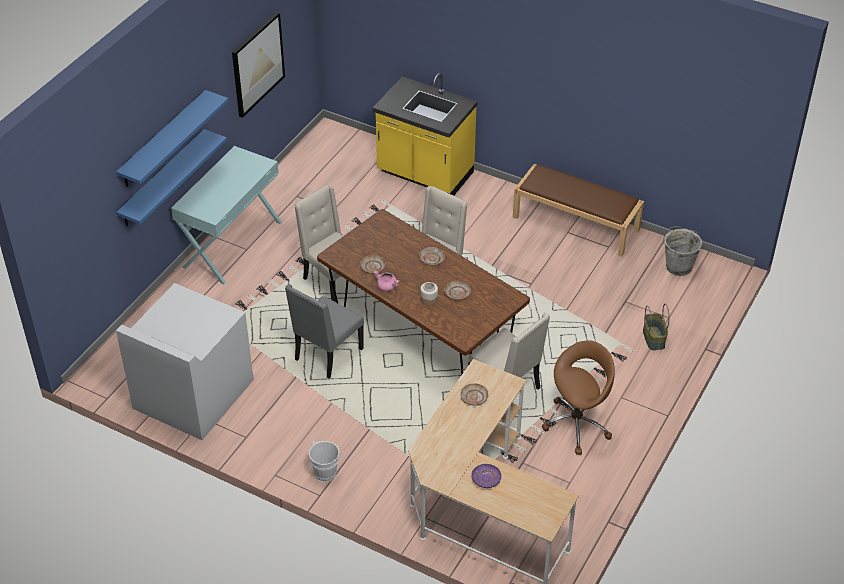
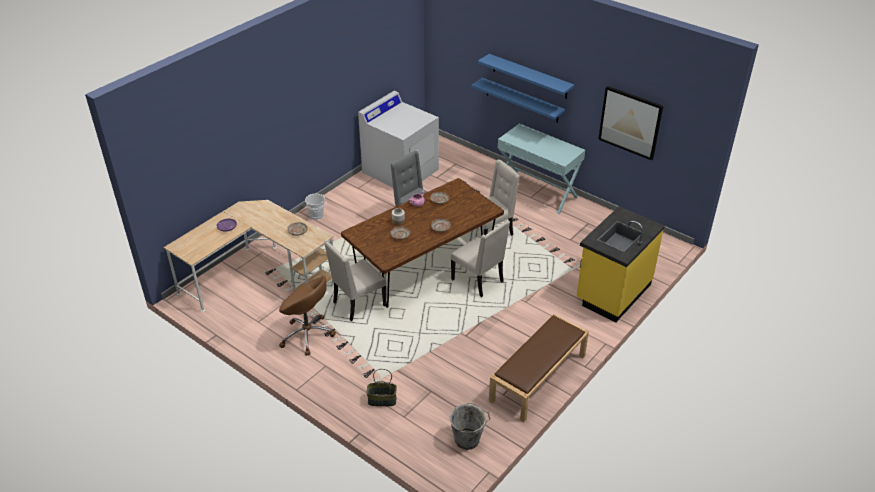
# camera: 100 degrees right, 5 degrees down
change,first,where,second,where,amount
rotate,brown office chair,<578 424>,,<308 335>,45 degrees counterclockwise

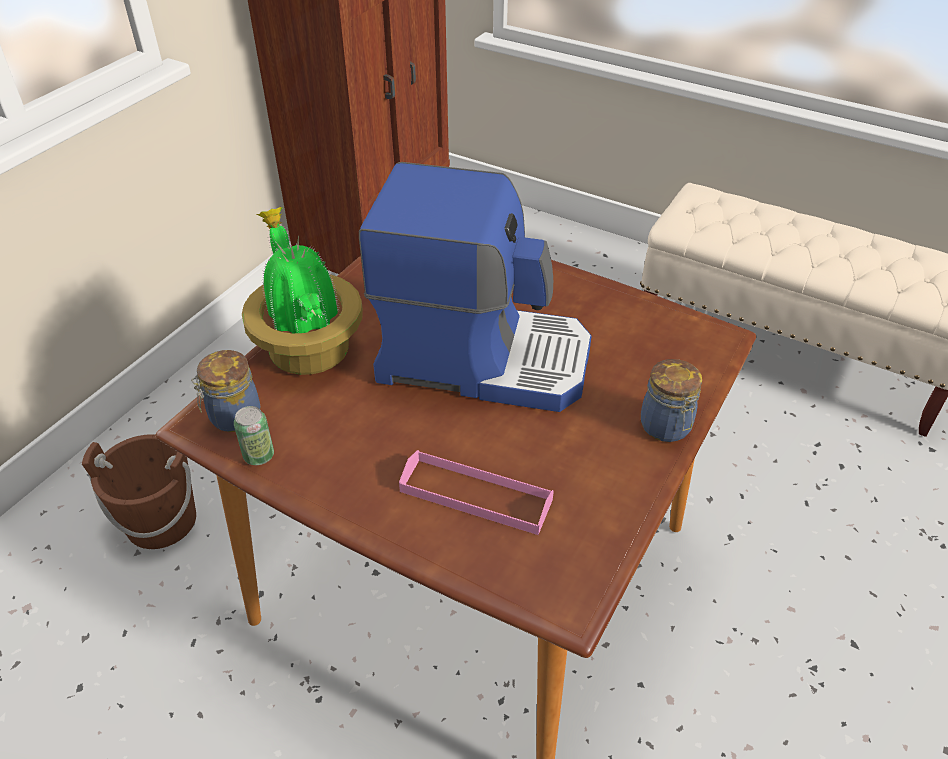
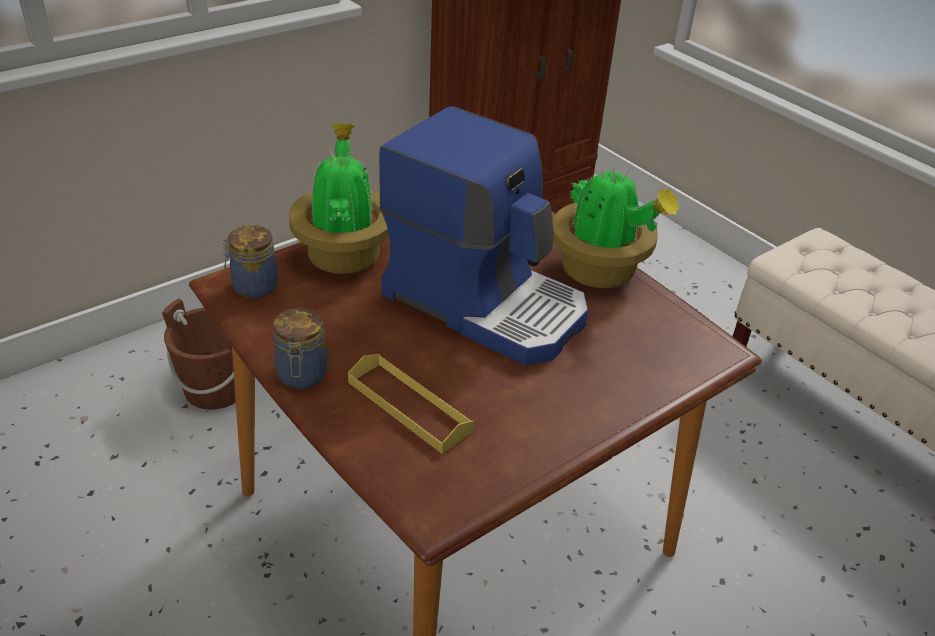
# camera: 20 degrees right, 5 degrees down
change,first,where,second,where,amount
delete,can,<259 456>,,,
insert,,,potted plant,<600 272>,
move,jar,<666 427>,,<302 376>,
recolor,pink tray,<475 495>,yellow tray,<409 406>,

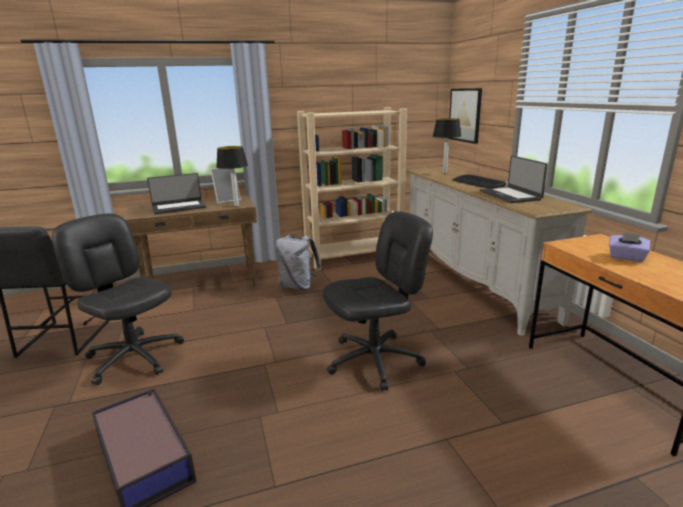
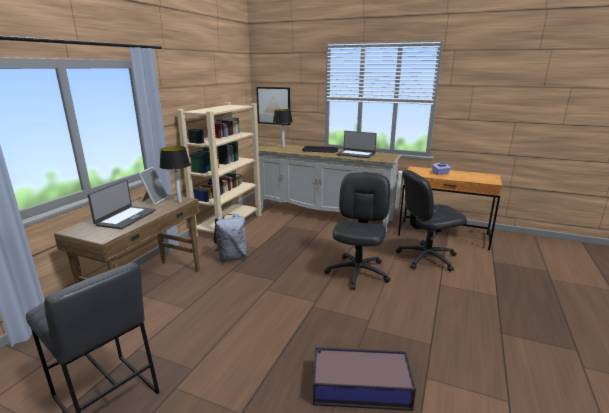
# camera: 50 degrees left, 0 degrees up
change,first,where,second,where,amount
move,black office chair,<134 356>,,<426 258>,

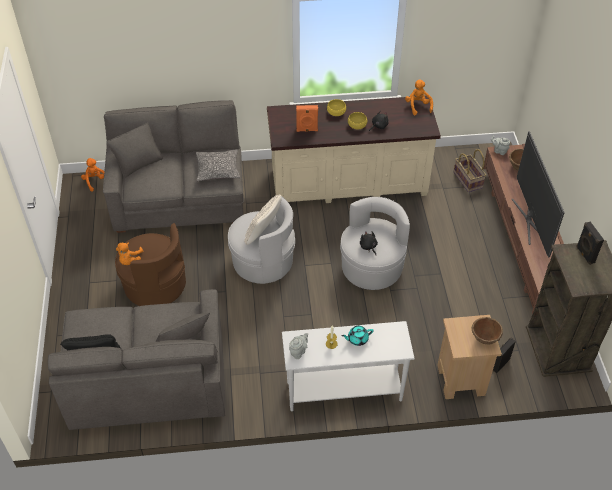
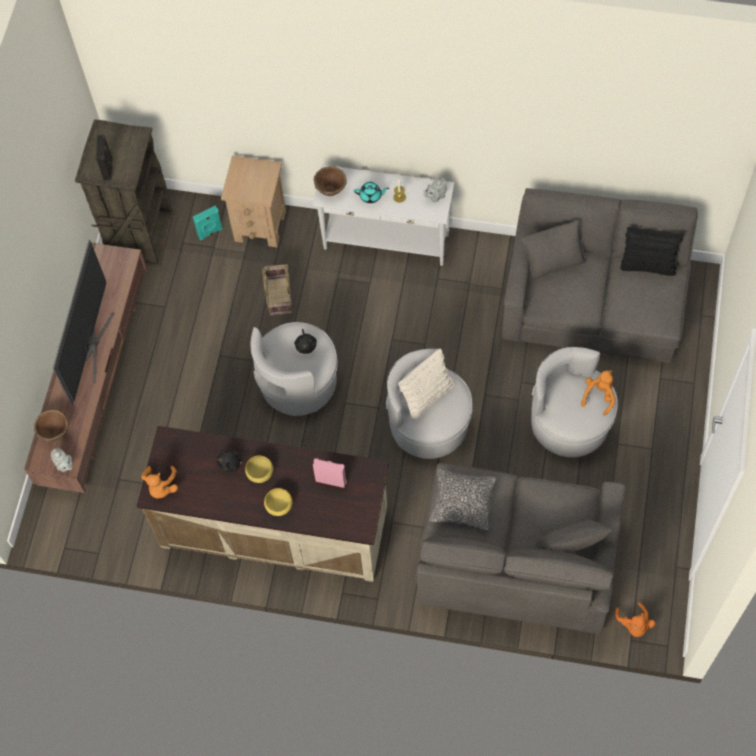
# camera: 160 degrees left, 15 degrees up
change,first,where,second,where,amount
move,basket,<468 180>,,<278 296>,
move,brown bowl,<484 339>,,<331 189>,
recolor,brown armchair,<155 285>,white armchair,<570 423>,
recolor,orange speaker,<307 130>,pink speaker,<331 480>,
recolor,black speaker,<500 364>,turquoise speaker,<210 232>,

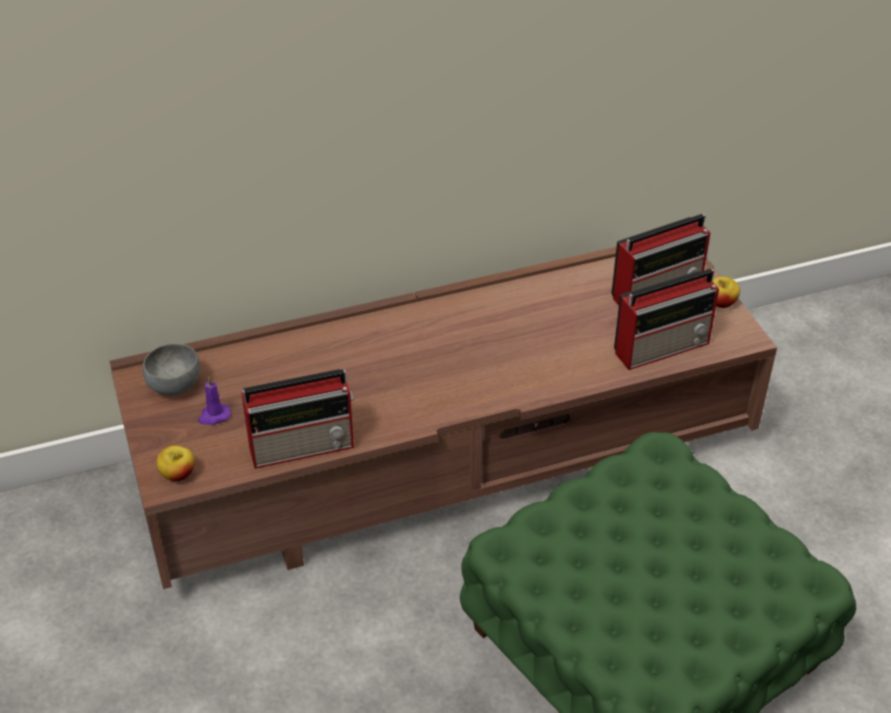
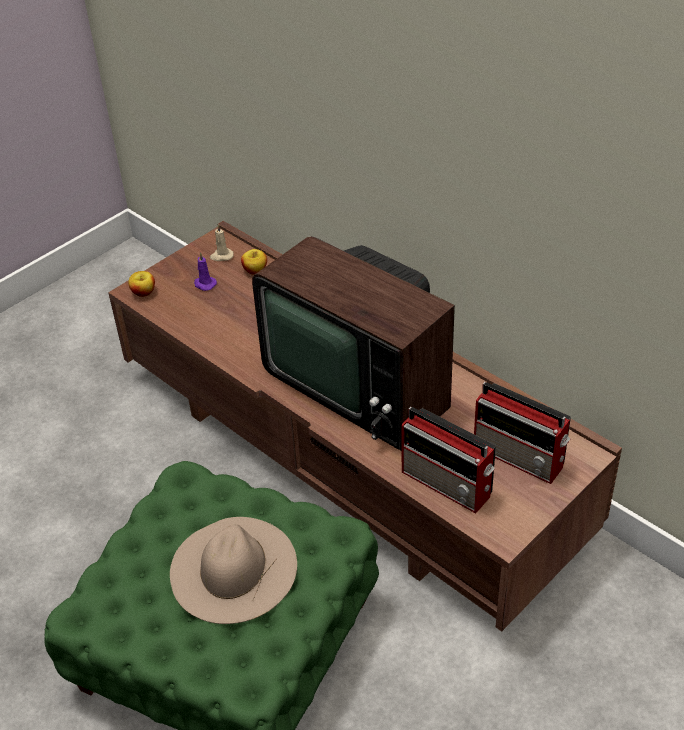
# camera: 65 degrees right, 0 degrees up
change,first,where,second,where,amount
delete,radio,<304 446>,,,
insert,,,beige hat,<233 568>,
insert,,,television,<360 380>,
move,apple,<721 302>,,<255 270>,
replace,grey bowl,<174 385>,beige candle,<221 256>,

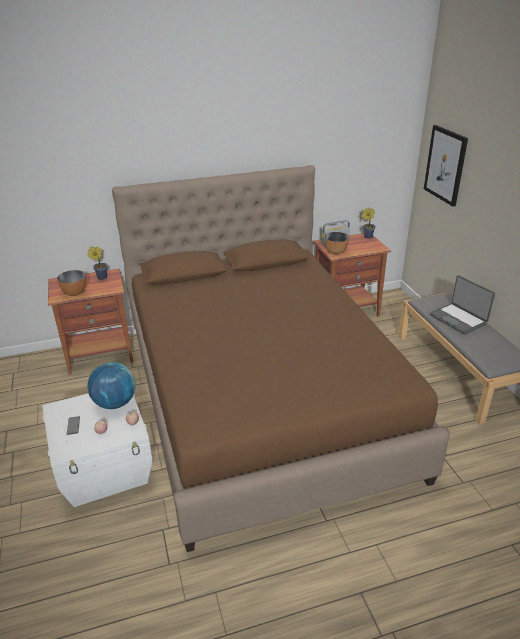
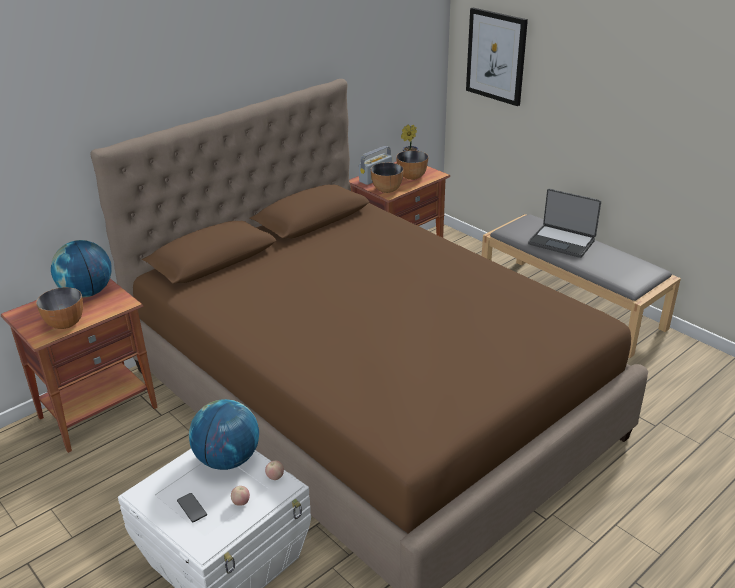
# camera: 25 degrees left, 0 degrees up
change,first,where,second,where,amount
insert,,,bowl,<411 177>,
replace,potted plant,<101 278>,globe,<87 293>,

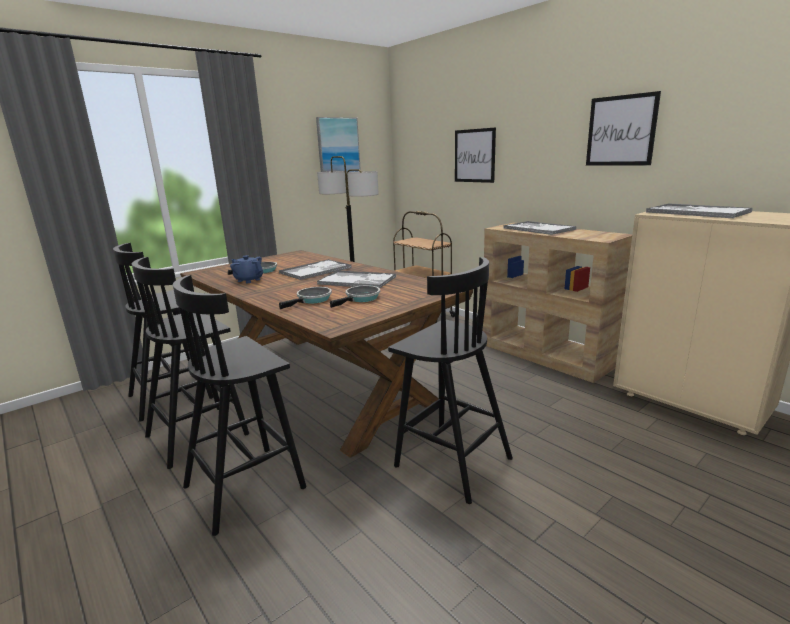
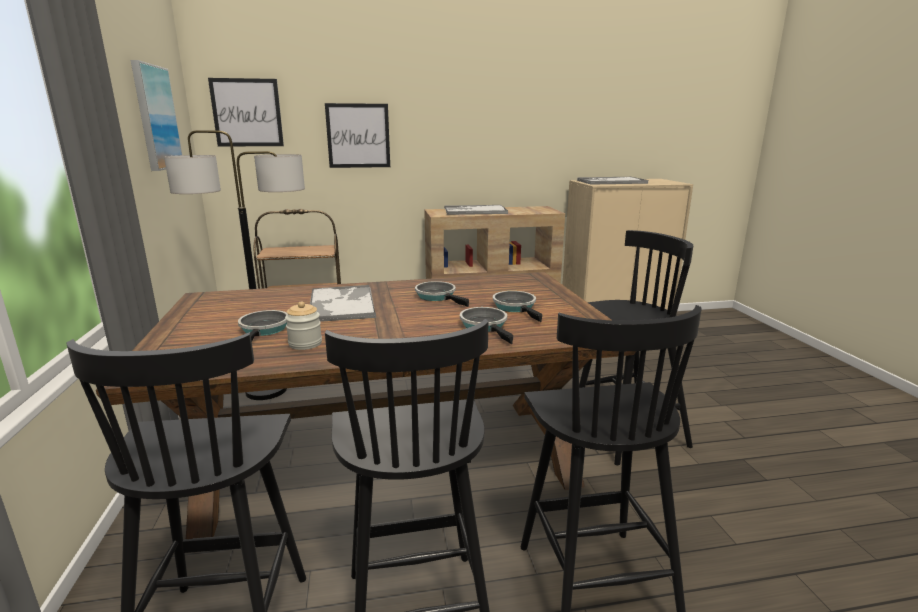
# camera: 60 degrees left, 0 degrees up
change,first,where,second,where,amount
move,picture,<621 131>,,<247 113>,
replace,blue teapot,<249 280>,jar,<305 344>,
replace,tray,<358 280>,frying pan,<438 297>,

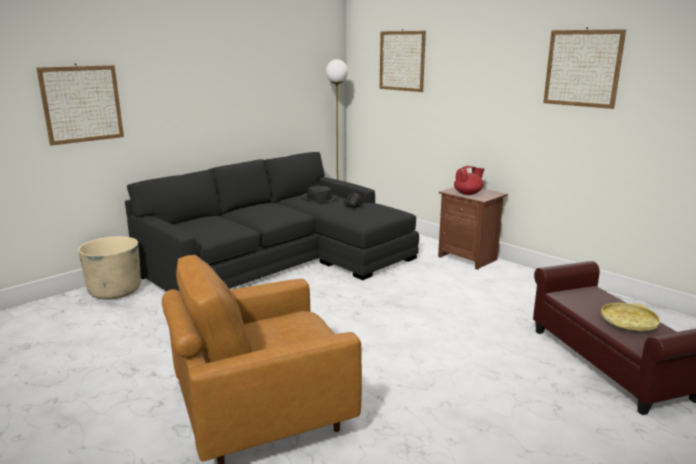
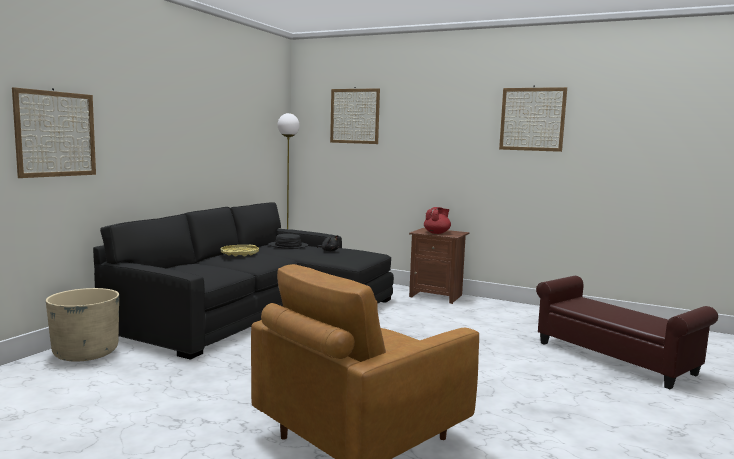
# camera: 20 degrees left, 10 degrees down
change,first,where,second,where,amount
move,yellow tray,<628 322>,,<239 254>,

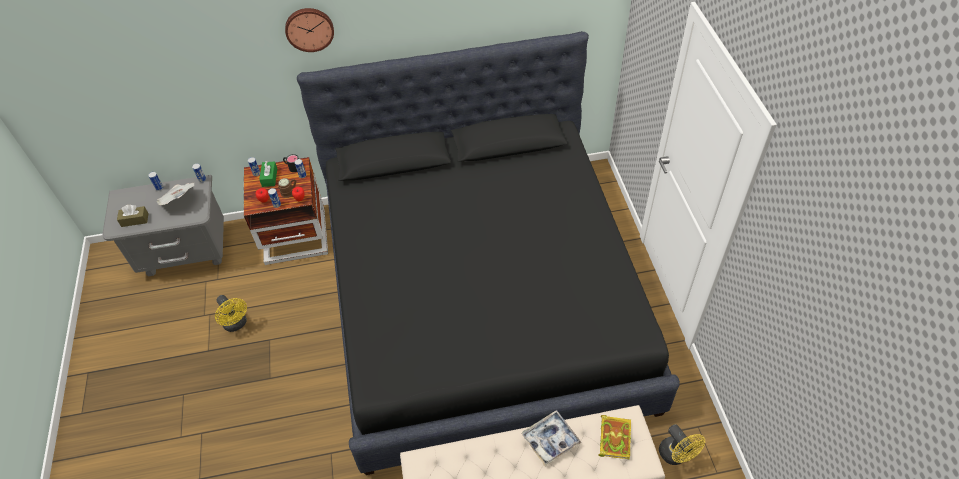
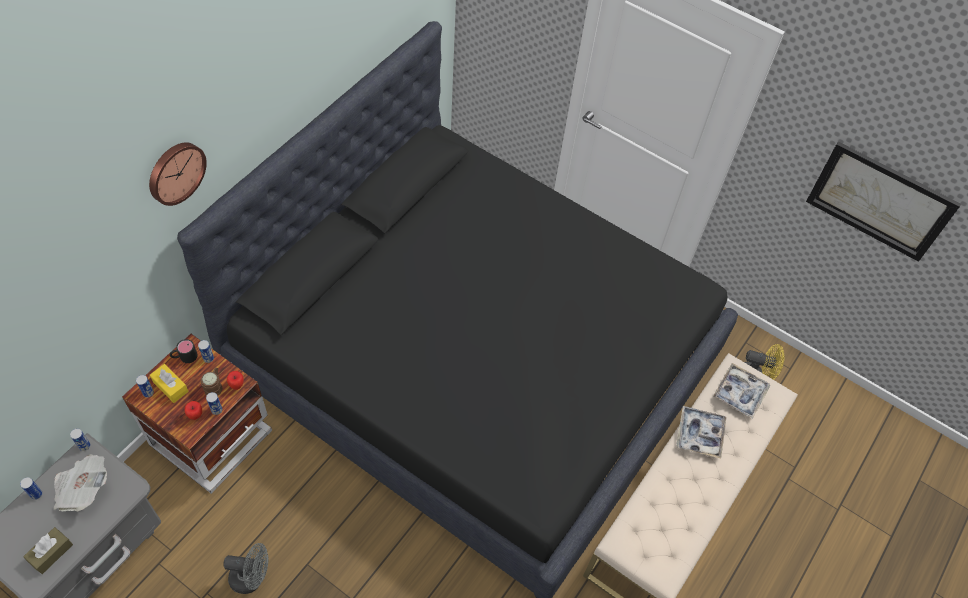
# camera: 50 degrees left, 5 degrees up
change,first,where,second,where,amount
insert,,,picture,<880 201>,
replace,book,<614 437>,tray,<740 393>,
recolor,yellow fan,<236 324>,grey fan,<252 578>,
recolor,green tissue box,<269 177>,yellow tissue box,<170 386>,

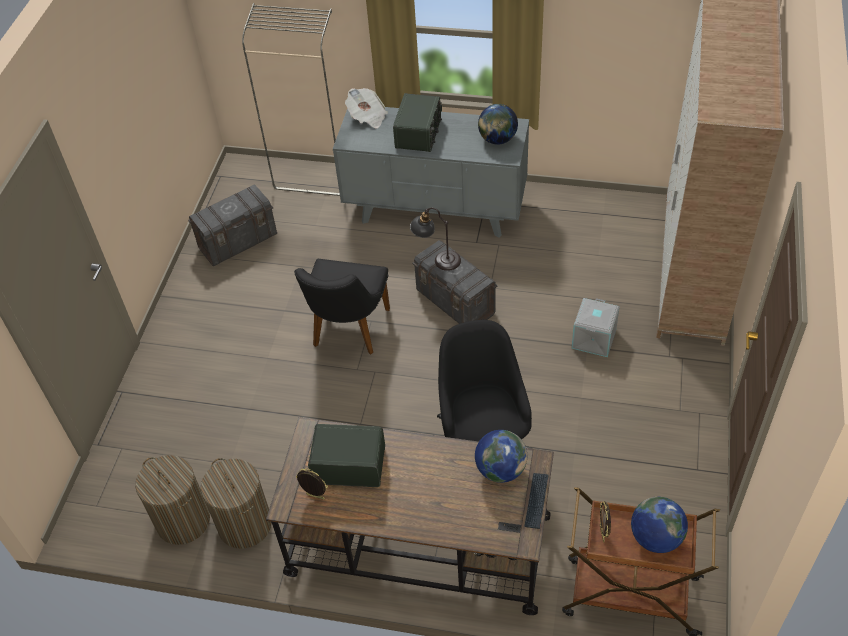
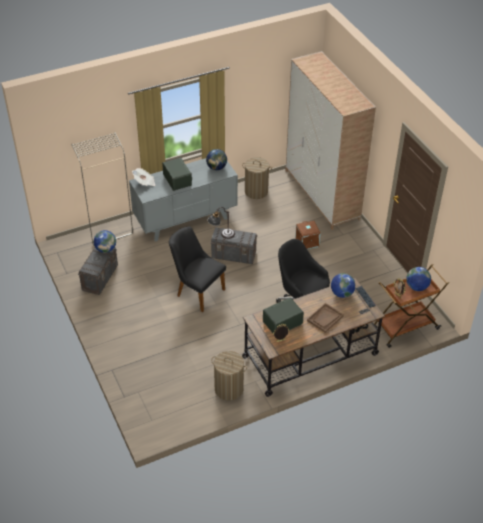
# camera: 40 degrees left, 5 degrees down
change,first,where,second,where,amount
insert,,,globe,<106 249>,
insert,,,brown tray,<325 318>,
move,laundry basket,<183 520>,,<256 191>,
recolor,grey storage box,<594 339>,brown storage box,<307 242>,
rotate,black chair,<347 333>,,<197 291>,150 degrees clockwise

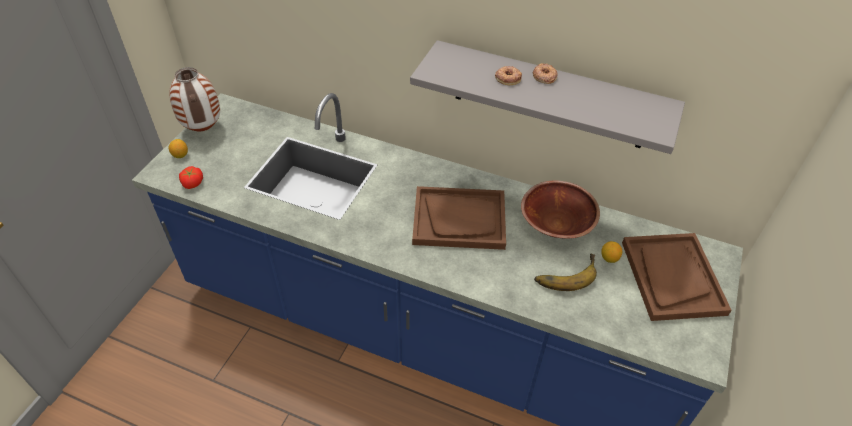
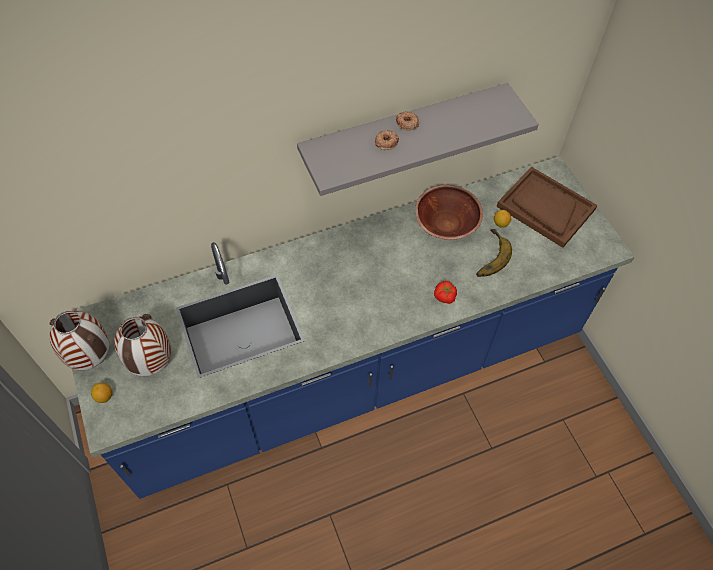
# camera: 45 degrees left, 10 degrees up
change,first,where,second,where,amount
delete,brown tray,<459 219>,,,
insert,,,vase,<152 365>,
move,tomato,<192 183>,,<444 296>,

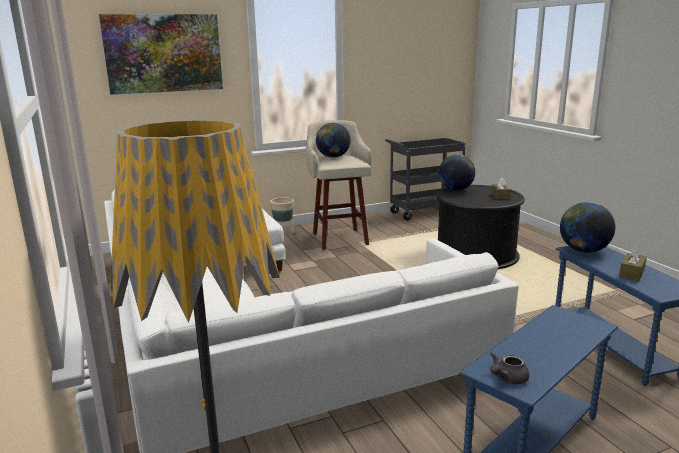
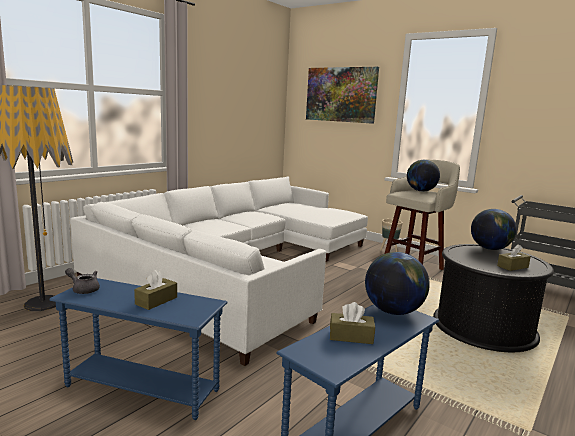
# camera: 60 degrees right, 5 degrees down
change,first,where,second,where,amount
insert,,,brown tissue box,<156 301>,

